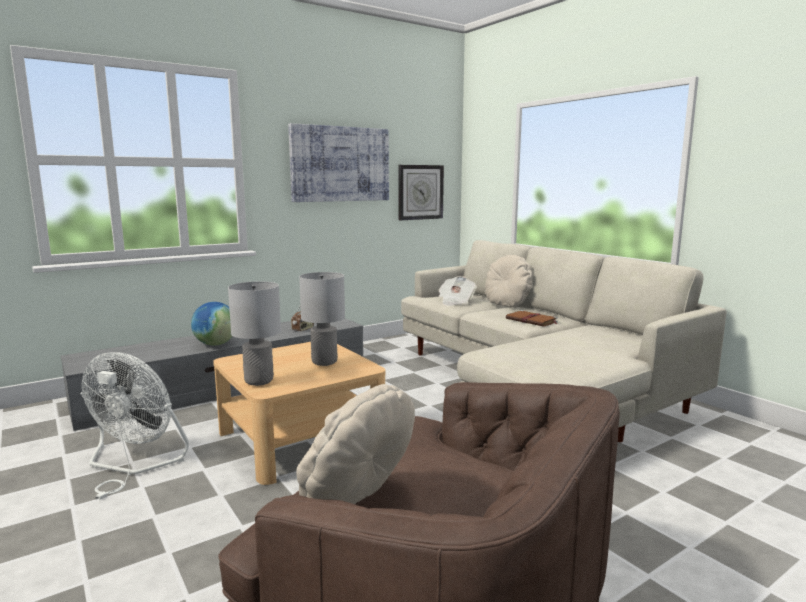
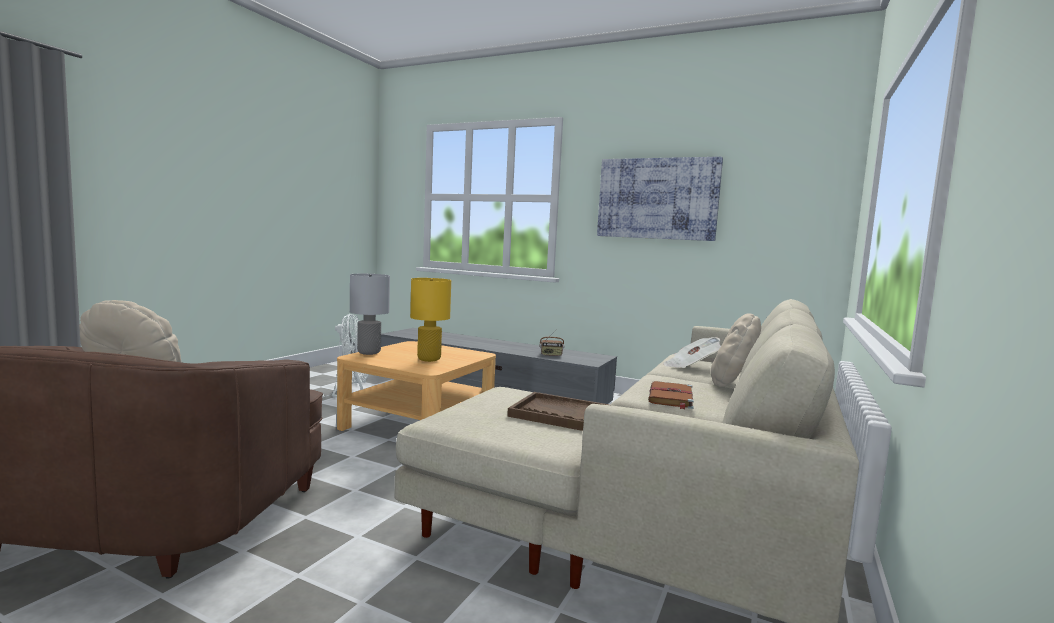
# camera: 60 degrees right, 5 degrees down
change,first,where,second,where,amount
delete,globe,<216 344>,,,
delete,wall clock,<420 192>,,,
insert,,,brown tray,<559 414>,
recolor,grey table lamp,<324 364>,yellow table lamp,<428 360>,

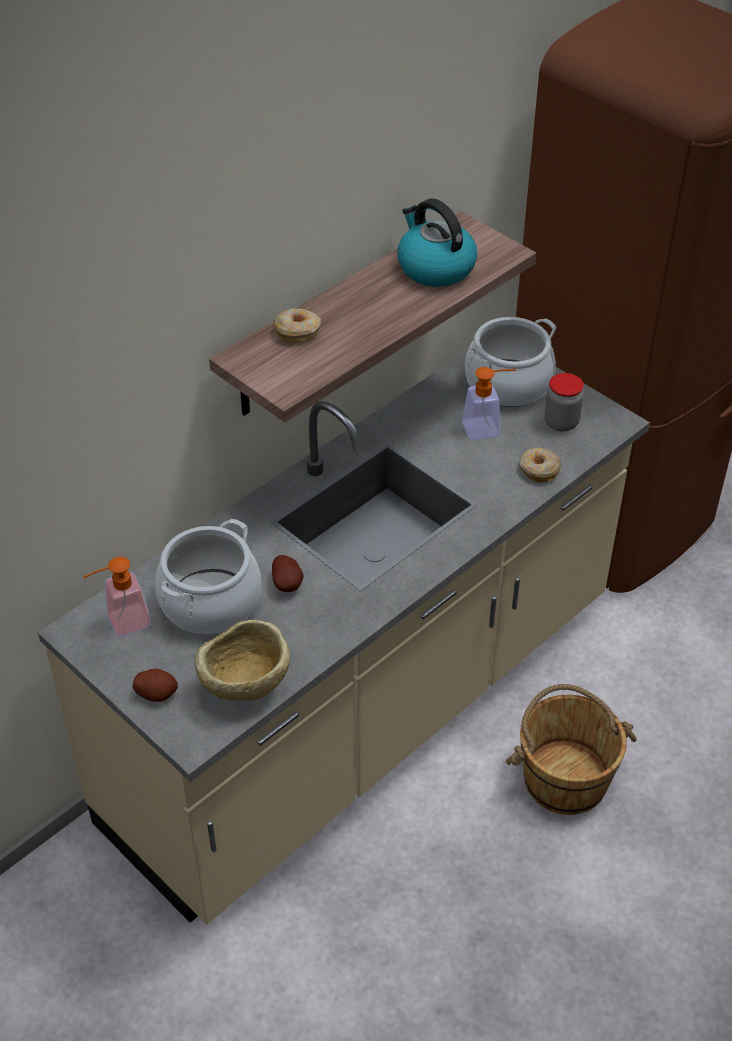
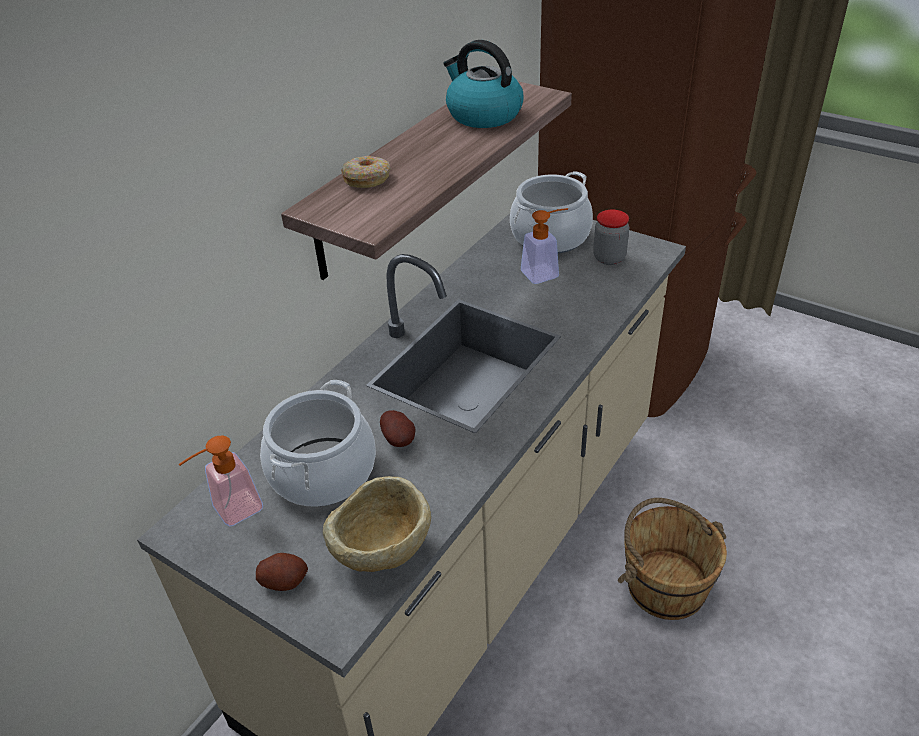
# camera: 10 degrees left, 5 degrees down
change,first,where,second,where,amount
delete,donut,<538 470>,,,

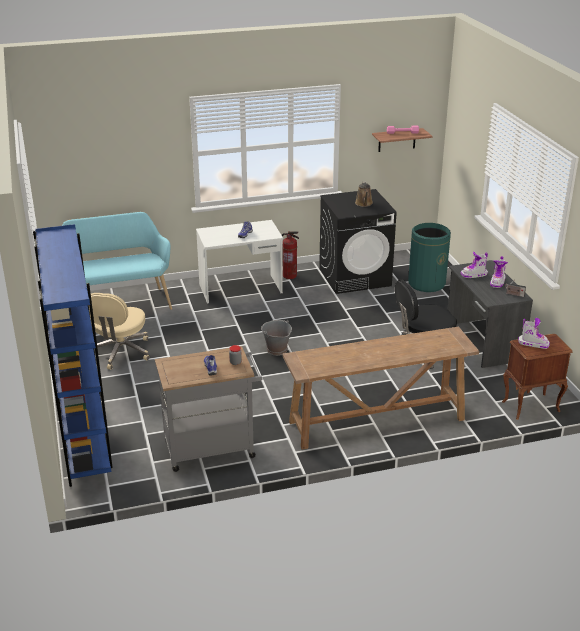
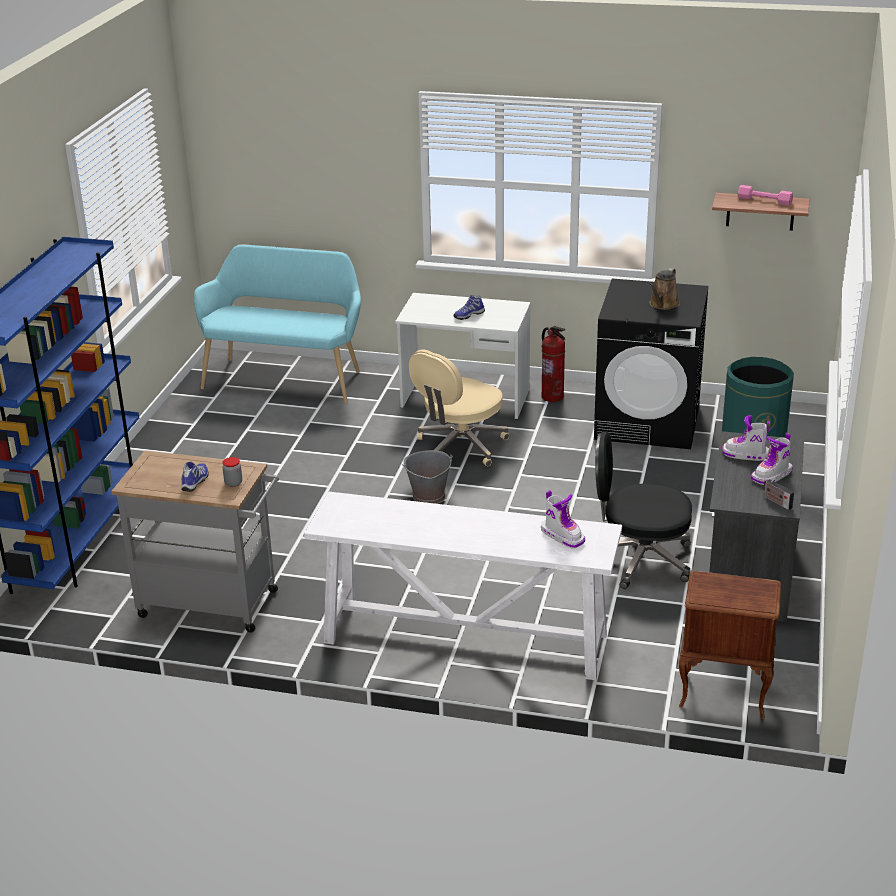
# camera: 30 degrees right, 0 degrees up
change,first,where,second,where,amount
move,beige office chair,<120 352>,,<460 447>,
move,boot,<533 343>,,<562 536>,
recolor,brown console table,<376 421>,white console table,<463 638>,

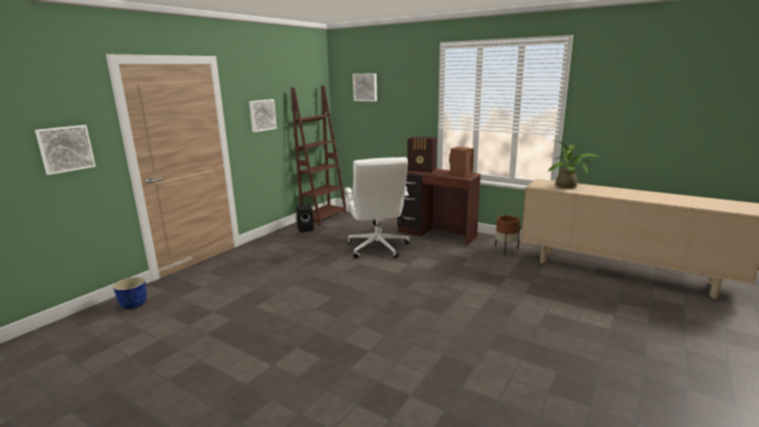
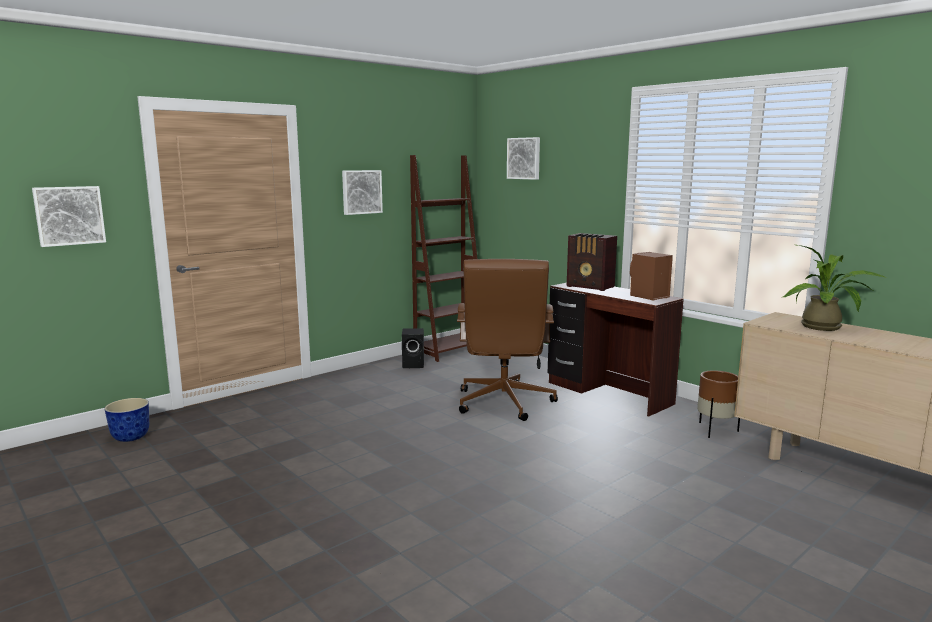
# camera: 15 degrees right, 5 degrees down
change,first,where,second,where,amount
recolor,white office chair,<377 247>,brown office chair,<504 401>,

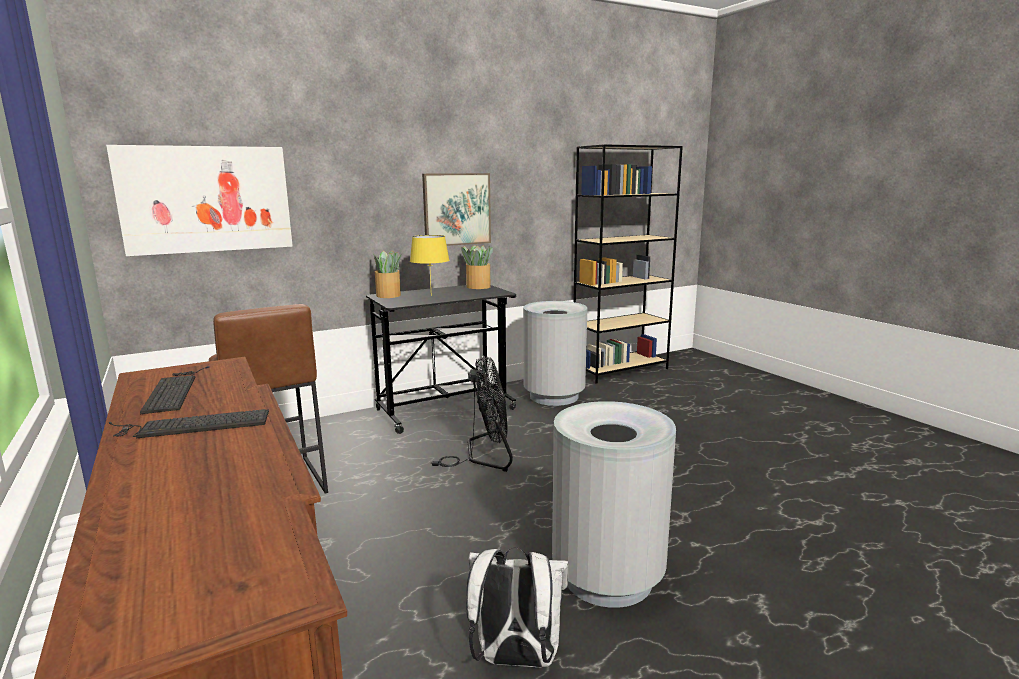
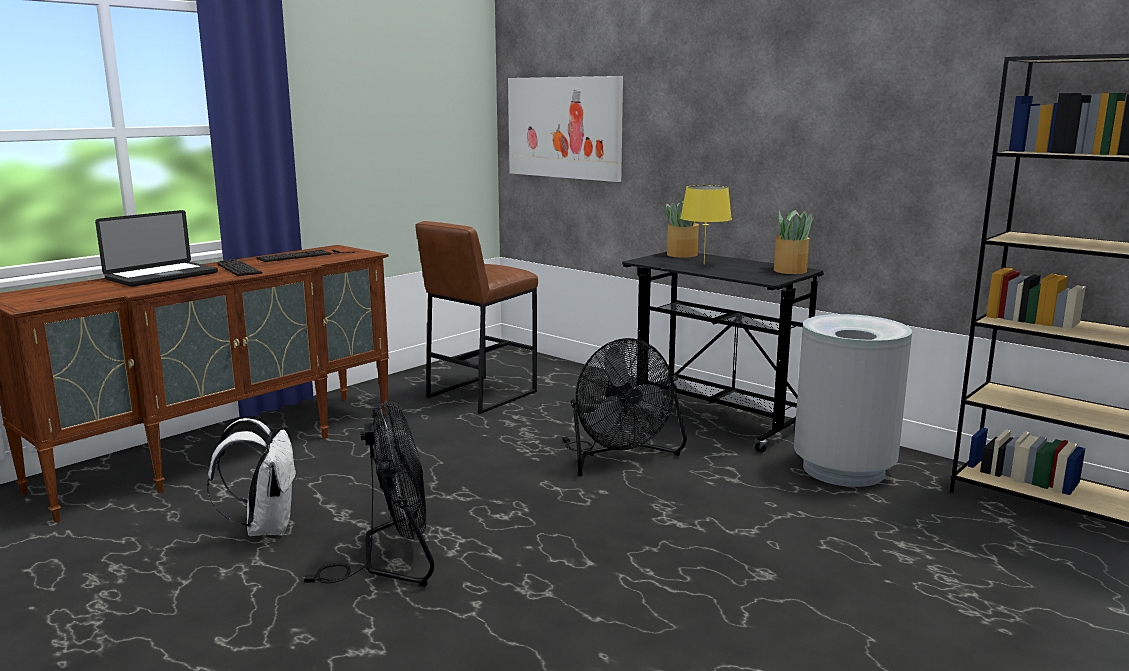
# camera: 70 degrees right, 0 degrees up
change,first,where,second,where,amount
delete,picture,<456 209>,,,
insert,,,laptop,<162 276>,
replace,grey trash can,<607 577>,black fan,<389 555>,

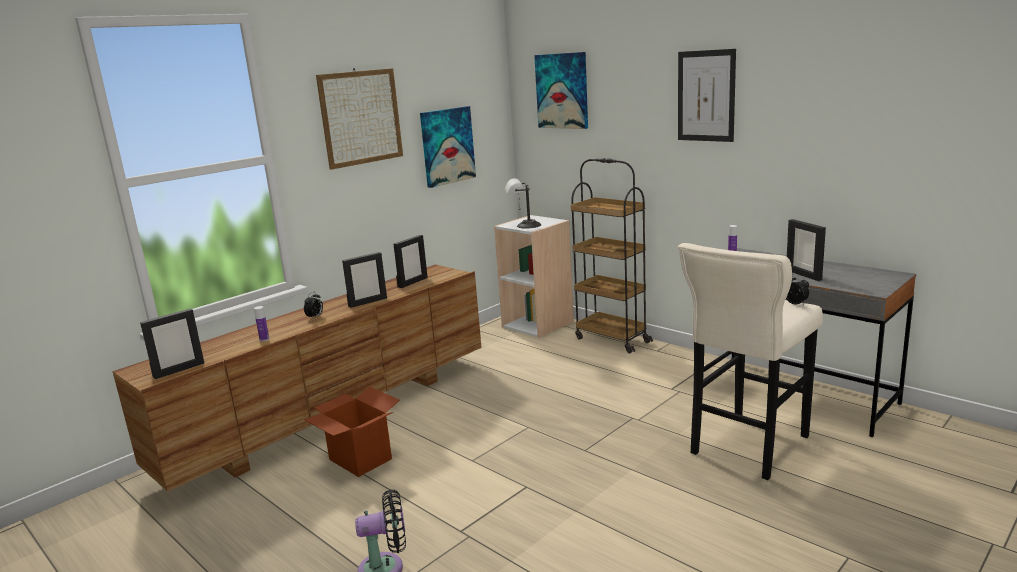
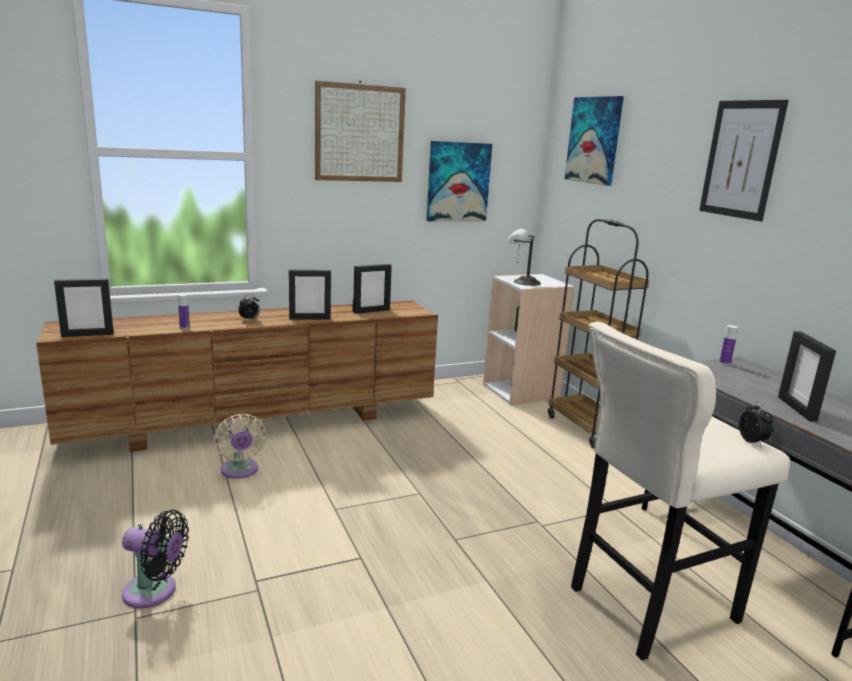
# camera: 20 degrees right, 0 degrees up
change,first,where,second,where,amount
replace,cardboard box,<360 459>,beige fan,<240 471>,

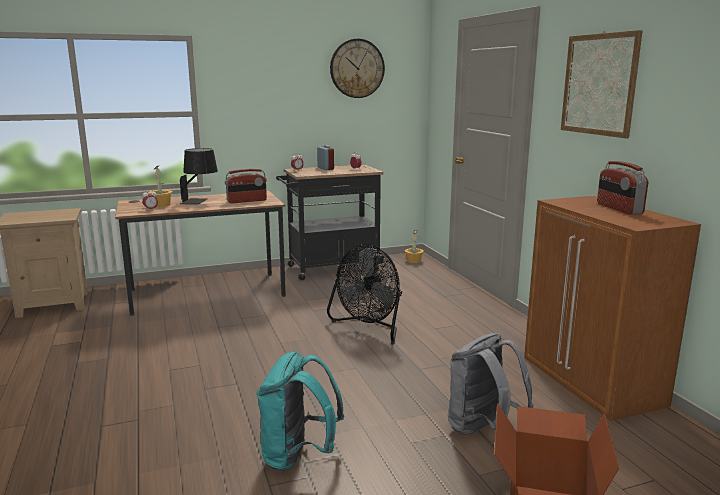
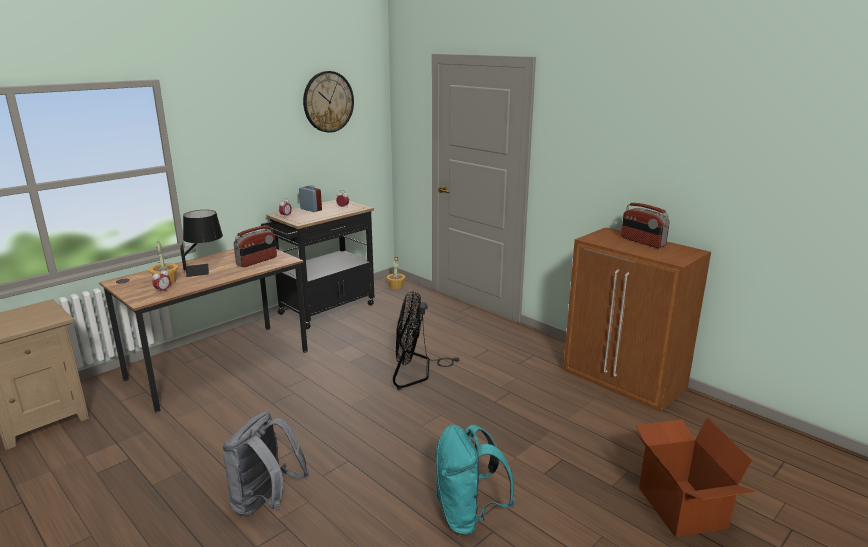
# camera: 25 degrees left, 5 degrees up
change,first,where,second,where,amount
delete,picture,<599 83>,,,
move,grey backpack,<482 429>,,<265 503>,
rotate,black fan,<369 326>,,<417 368>,75 degrees clockwise

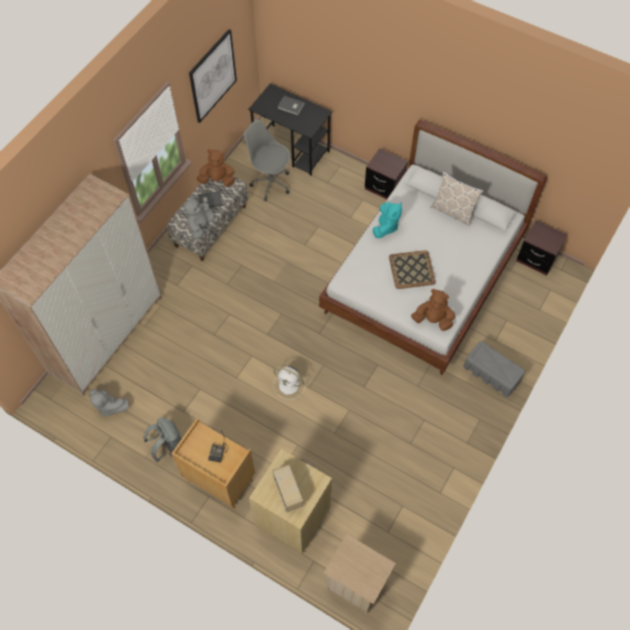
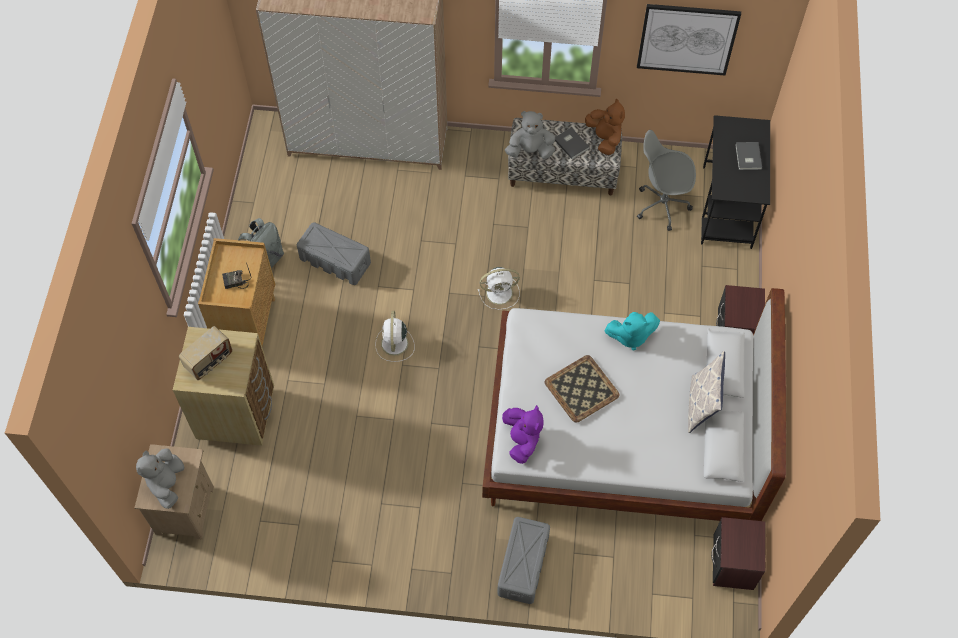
# camera: 65 degrees right, 0 degrees up
change,first,where,second,where,amount
insert,,,grey storage box,<335 261>,
insert,,,white fan,<500 292>,
move,grey plush toy,<109 406>,,<167 483>,
recolor,brown plush toy,<433 320>,purple plush toy,<522 440>,
rotate,grey office chair,<270 184>,,<660 206>,90 degrees counterclockwise

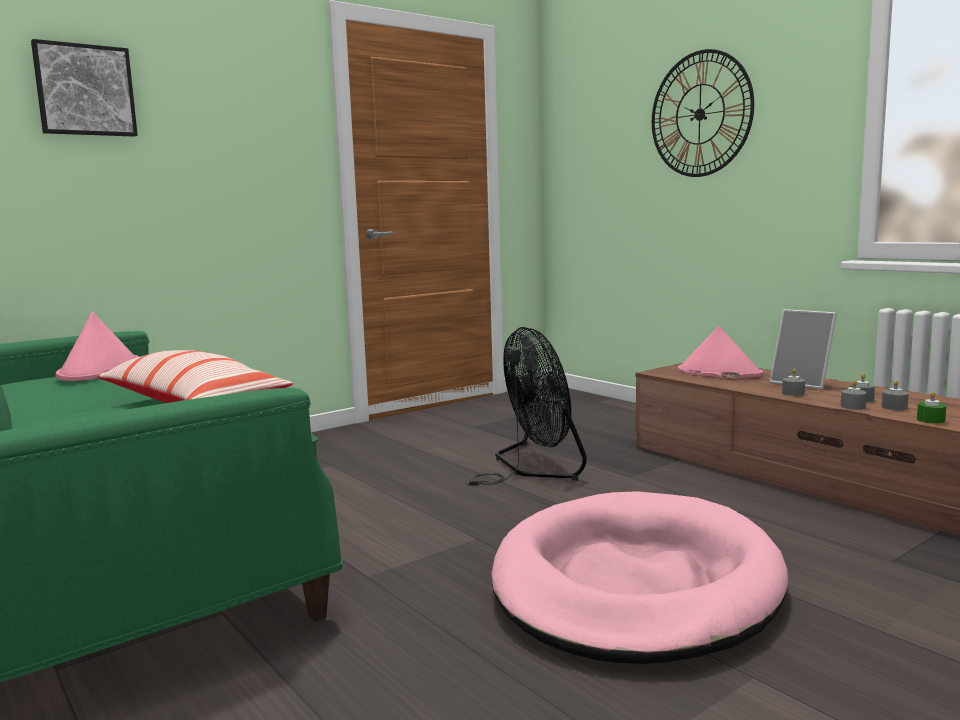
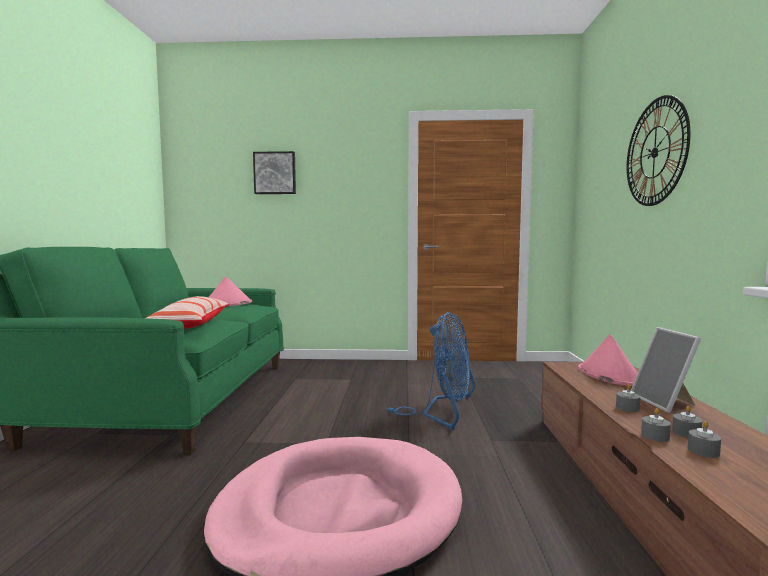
# camera: 40 degrees right, 5 degrees down
change,first,where,second,where,amount
delete,green candle,<930 420>,,,
recolor,black fan,<526 466>,blue fan,<442 410>,

